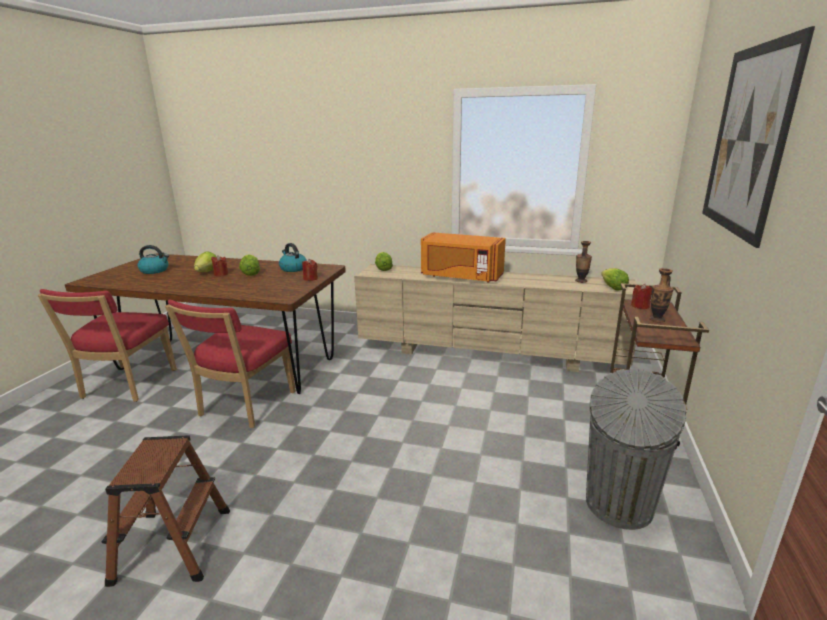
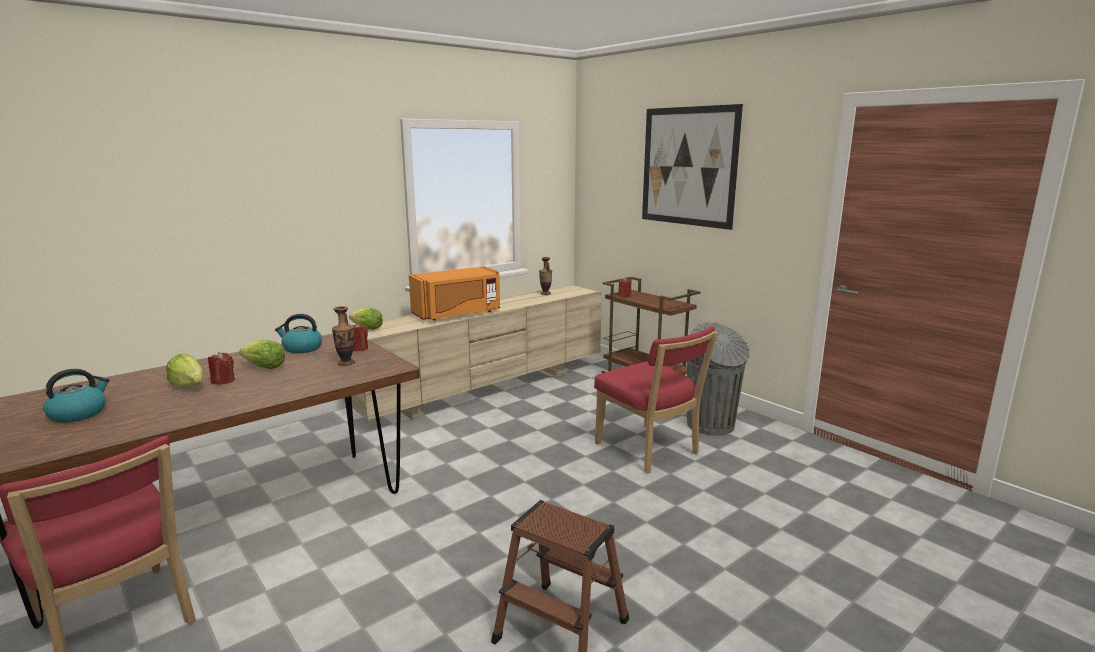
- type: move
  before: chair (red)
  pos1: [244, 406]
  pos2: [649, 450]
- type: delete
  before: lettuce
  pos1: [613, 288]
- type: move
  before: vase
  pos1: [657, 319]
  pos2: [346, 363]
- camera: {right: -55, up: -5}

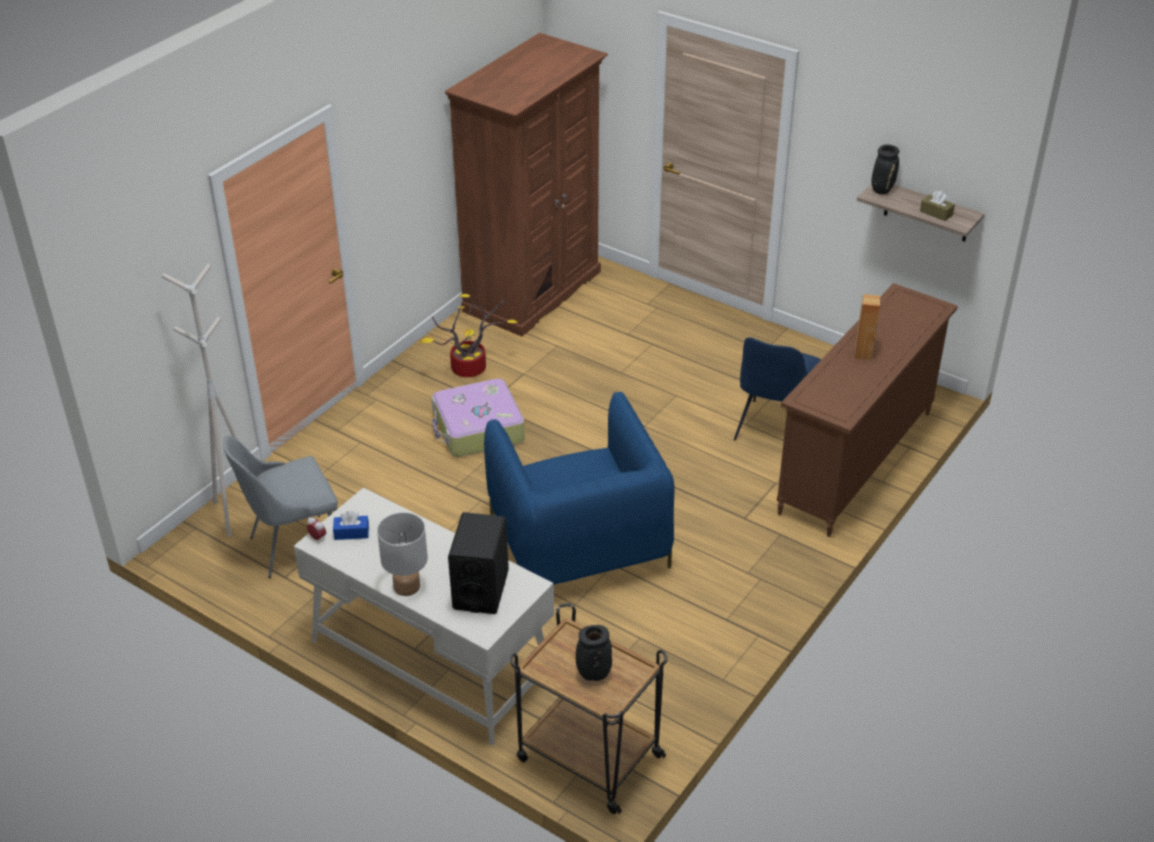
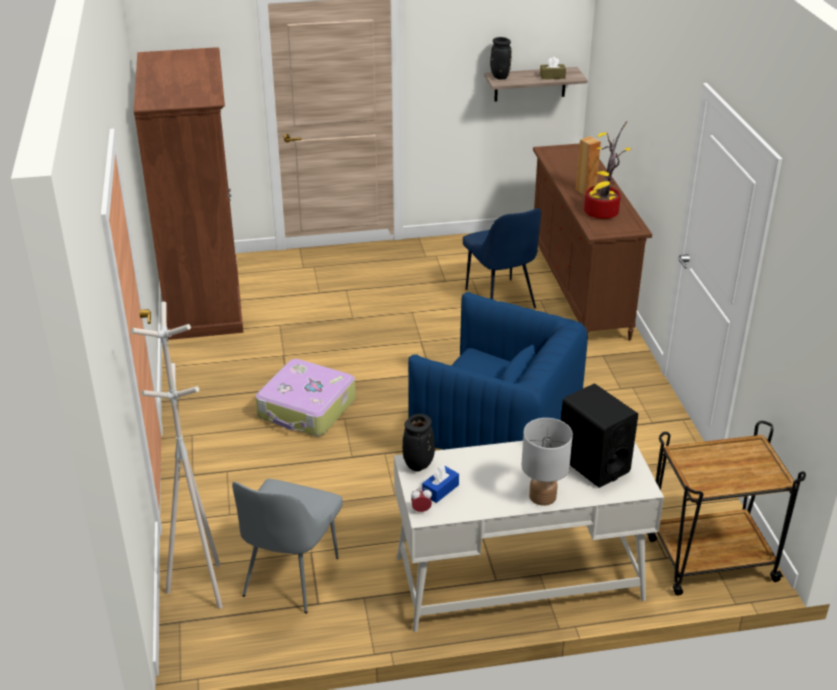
- type: move
  before: potted plant
  pos1: [467, 370]
  pos2: [603, 214]
- type: move
  before: vase (black)
  pos1: [593, 675]
  pos2: [418, 466]
- camera: {right: -45, up: -5}

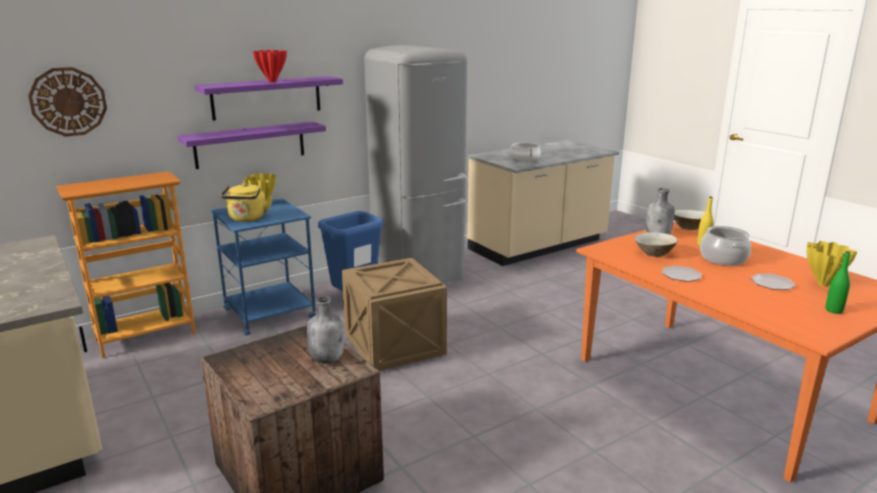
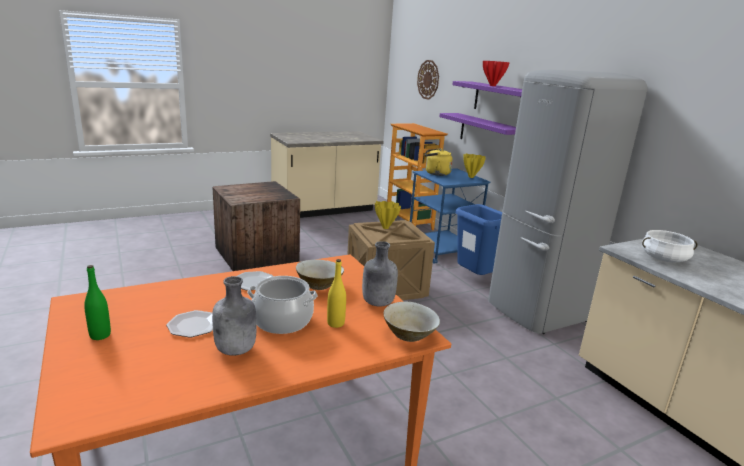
- type: move
  before: bottle (grey)
  pos1: [327, 359]
  pos2: [236, 350]
- type: move
  before: vase (yellow)
  pos1: [823, 284]
  pos2: [386, 228]
- camera: {right: 95, up: 0}

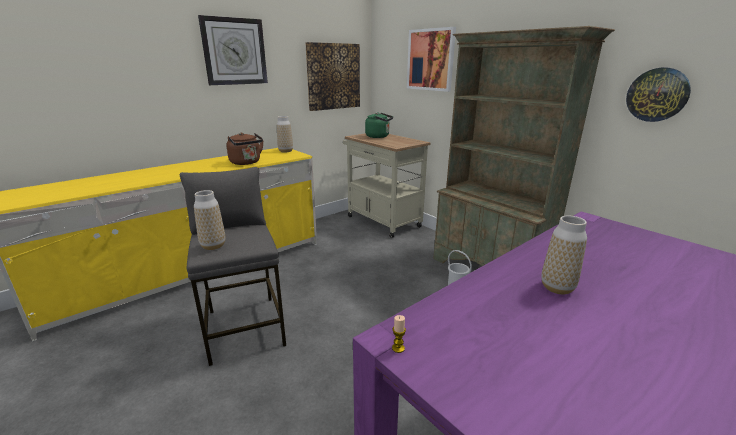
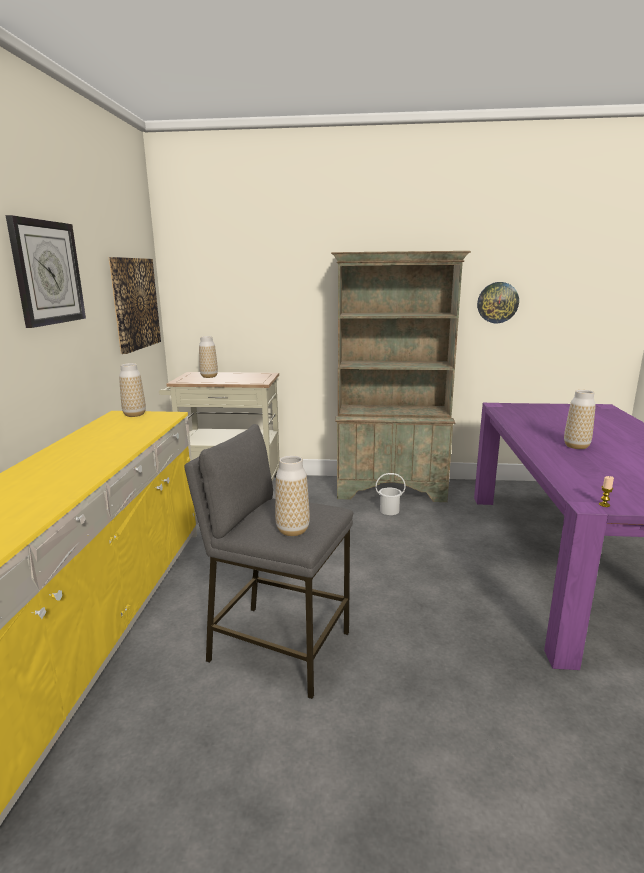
- type: delete
  before: kettle (brown)
  pos1: [246, 163]
- type: replace
  before: kettle (green)
  after: vase
  pos1: [379, 136]
  pos2: [209, 376]
- type: delete
  before: picture
  pos1: [430, 60]
- camera: {right: -45, up: -5}

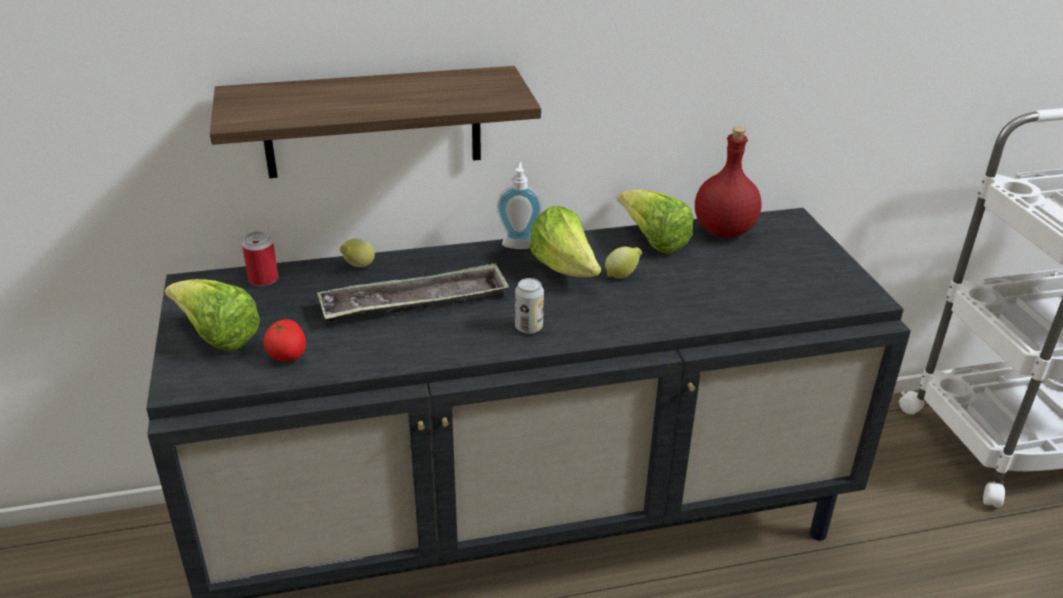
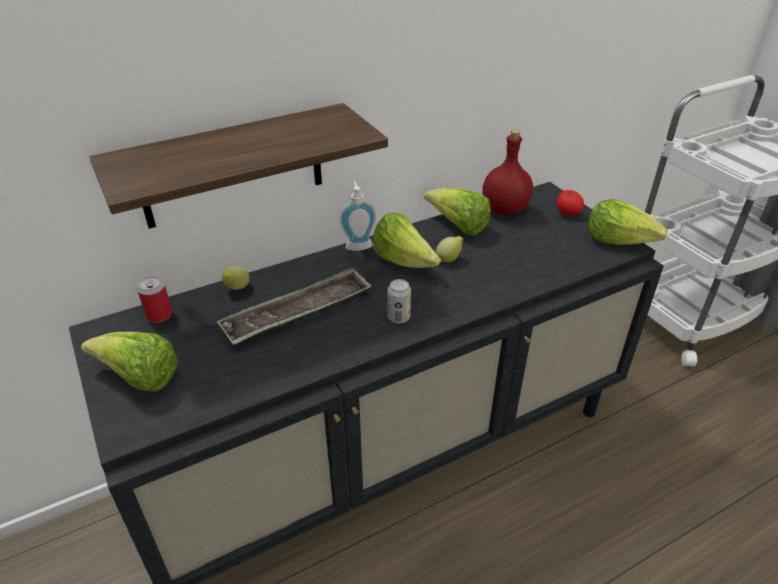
- type: move
  before: tomato
  pos1: [287, 355]
  pos2: [567, 213]
- type: insert
  after: lettuce
  pos2: [619, 240]
- camera: {right: -15, up: 5}

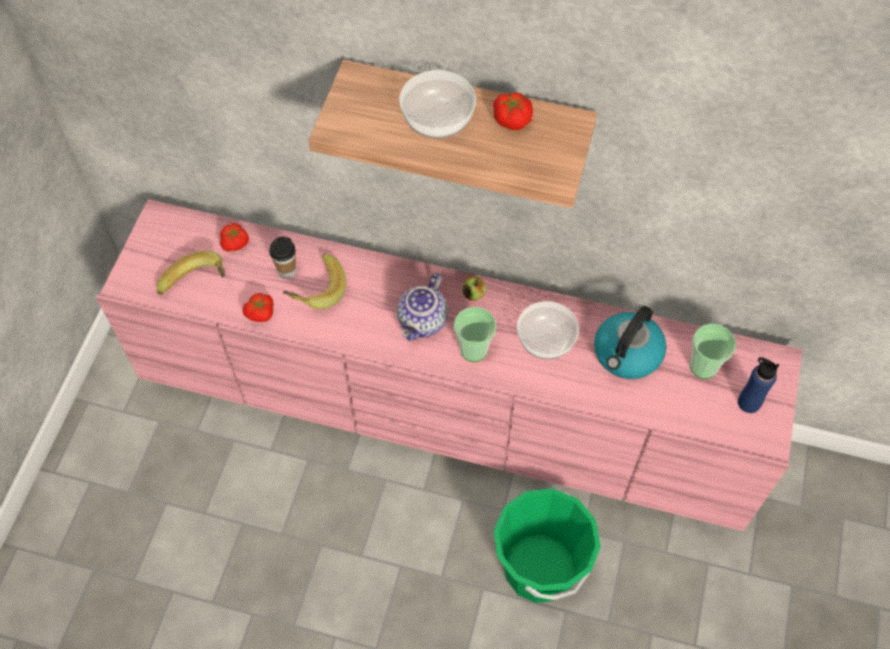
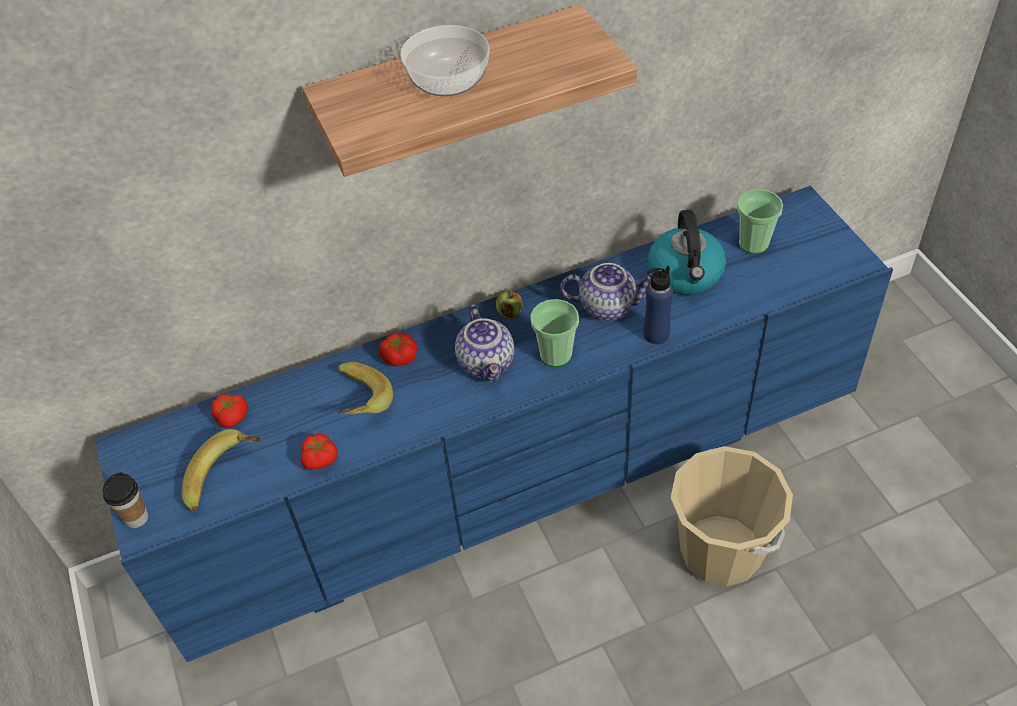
- type: recolor
  before: cabinet (pink)
  after: cabinet (blue)
  pos1: [445, 416]
  pos2: [519, 488]
- type: move
  before: cup
  pos1: [287, 271]
  pos2: [136, 518]
- type: move
  before: tomato
  pos1: [512, 119]
  pos2: [399, 357]
- type: recolor
  before: bucket (green)
  after: bucket (beige)
  pos1: [539, 568]
  pos2: [721, 551]
- type: replace
  before: bowl
  after: teapot
  pos1: [546, 338]
  pos2: [608, 306]
- type: move
  before: bottle (blue)
  pos1: [749, 402]
  pos2: [656, 334]
- camera: {right: -35, up: -10}

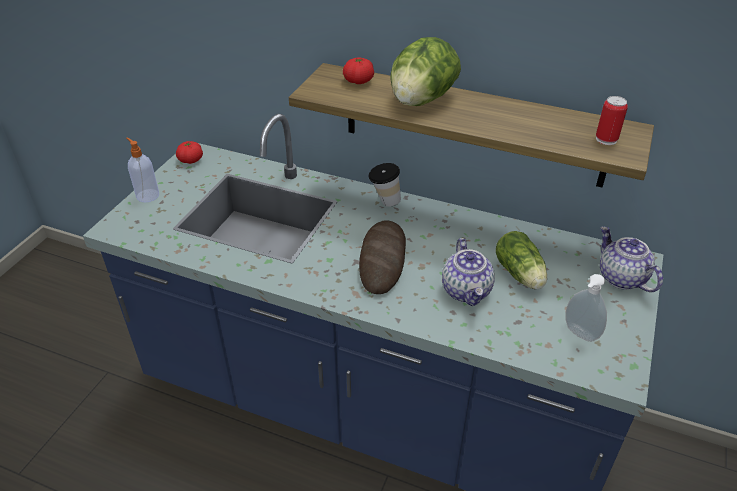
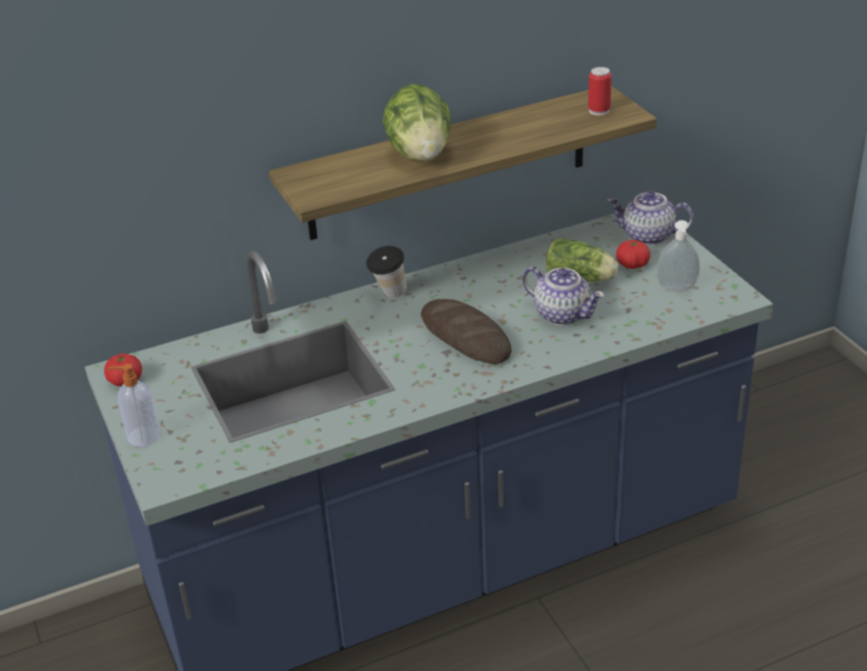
- type: move
  before: tomato
  pos1: [358, 81]
  pos2: [632, 264]
- camera: {right: -45, up: -5}

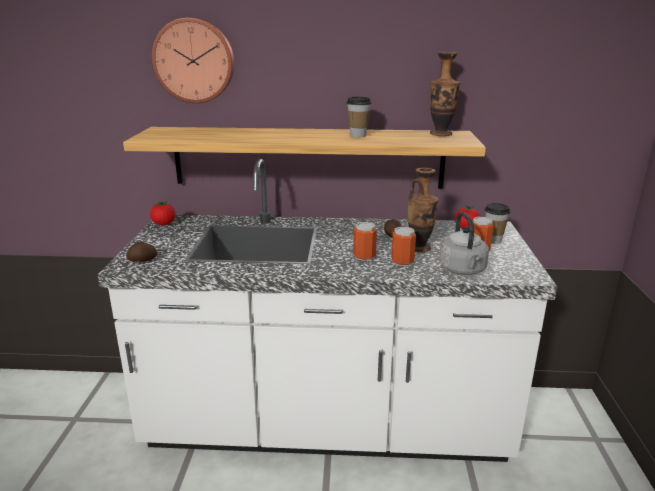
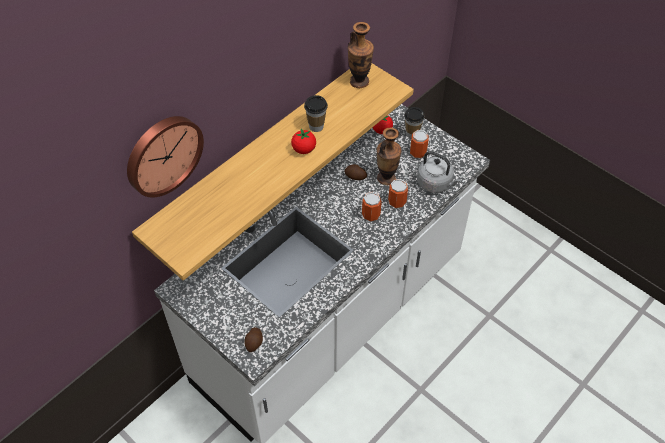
- type: move
  before: tomato
  pos1: [164, 224]
  pos2: [304, 149]
- camera: {right: -50, up: 30}

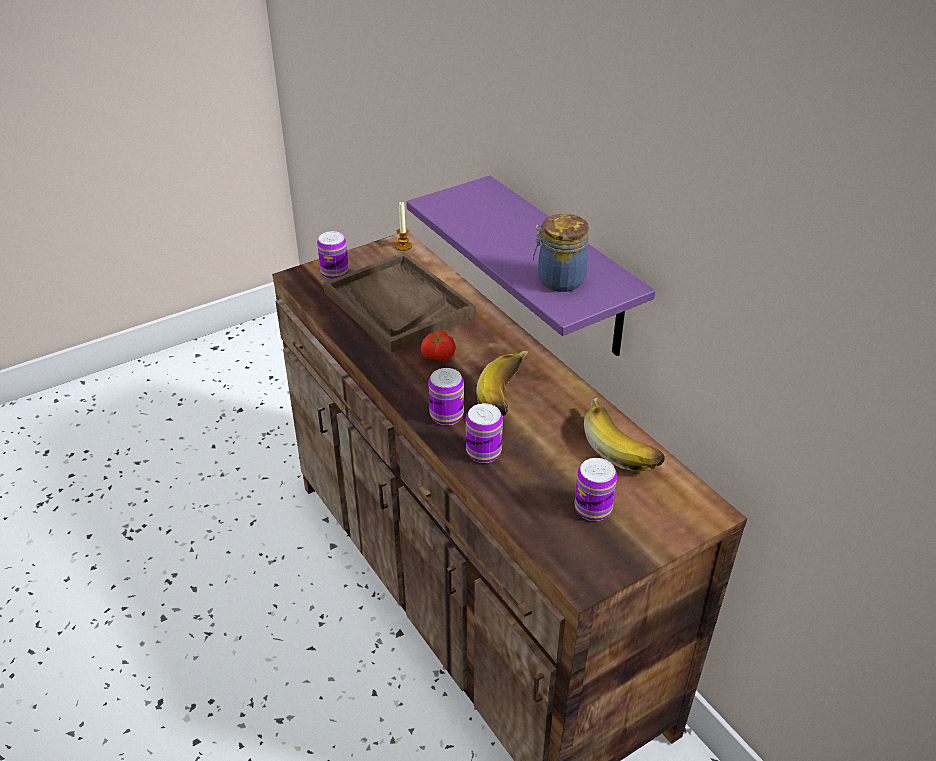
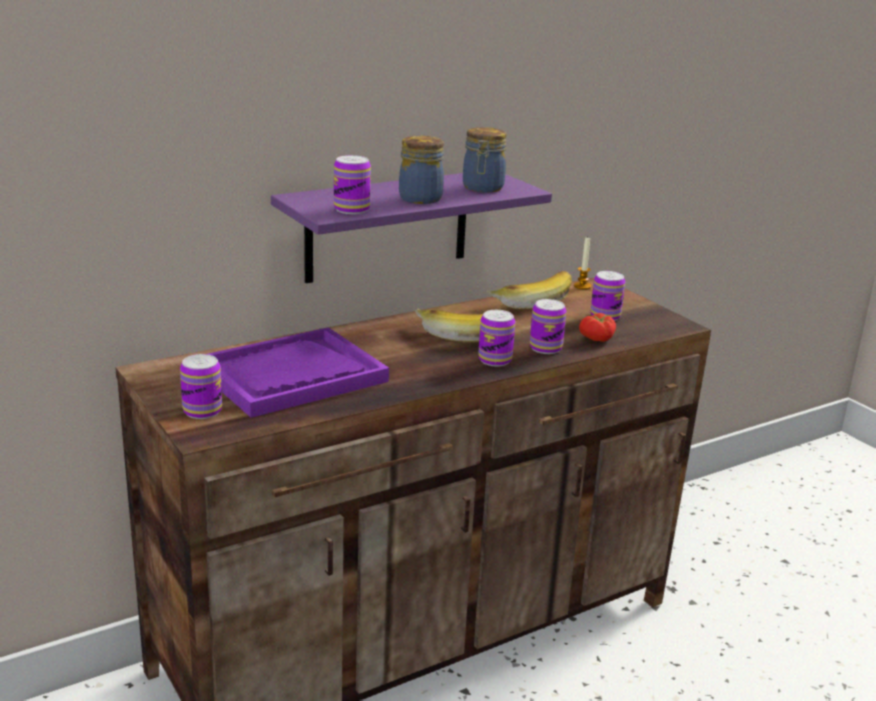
- type: recolor
  before: tray (brown)
  after: tray (purple)
  pos1: [398, 304]
  pos2: [292, 376]
- type: move
  before: candle
  pos1: [403, 246]
  pos2: [582, 286]
- type: move
  before: tomato
  pos1: [438, 356]
  pos2: [597, 339]
- type: insert
  after: can
  pos2: [351, 209]
- type: insert
  after: jar
  pos2: [419, 198]
- camera: {right: -90, up: -15}

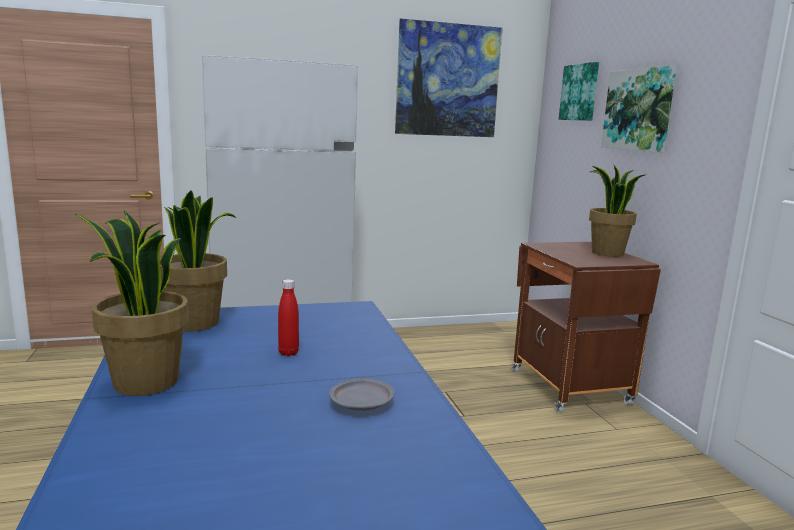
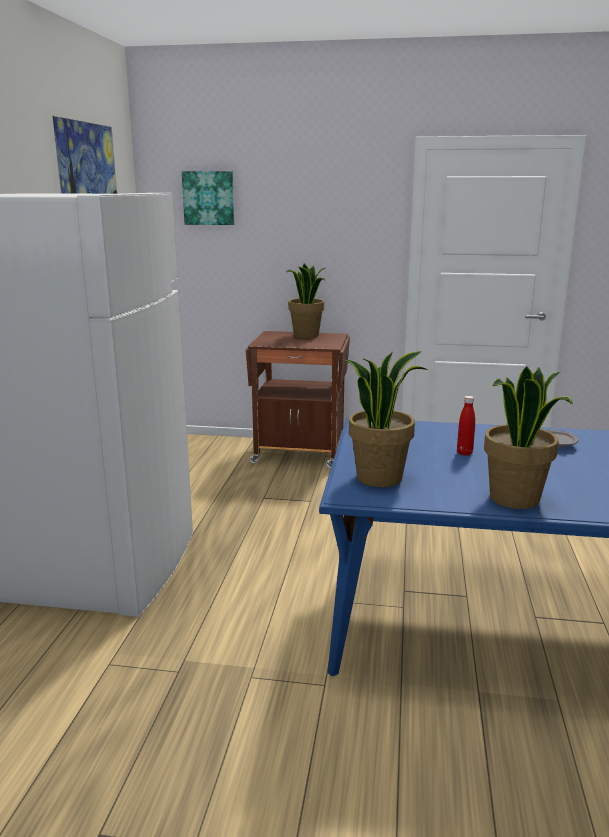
- type: delete
  before: picture
  pos1: [639, 110]
- camera: {right: -65, up: 5}

